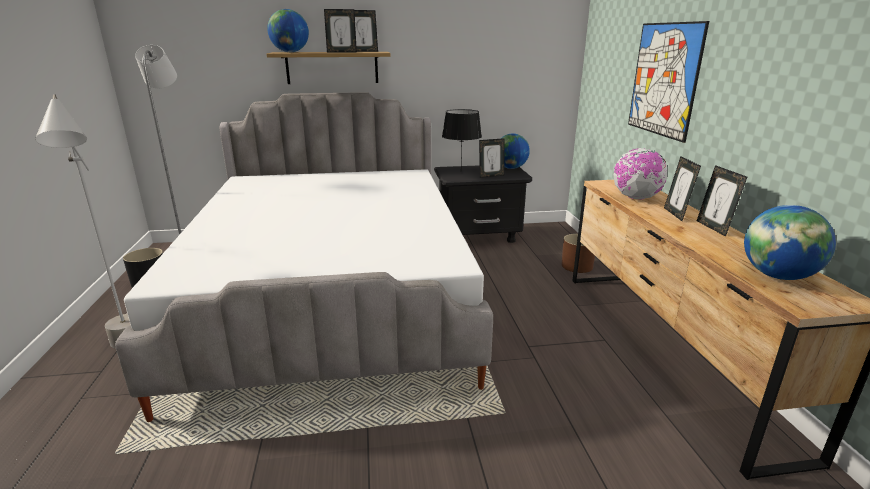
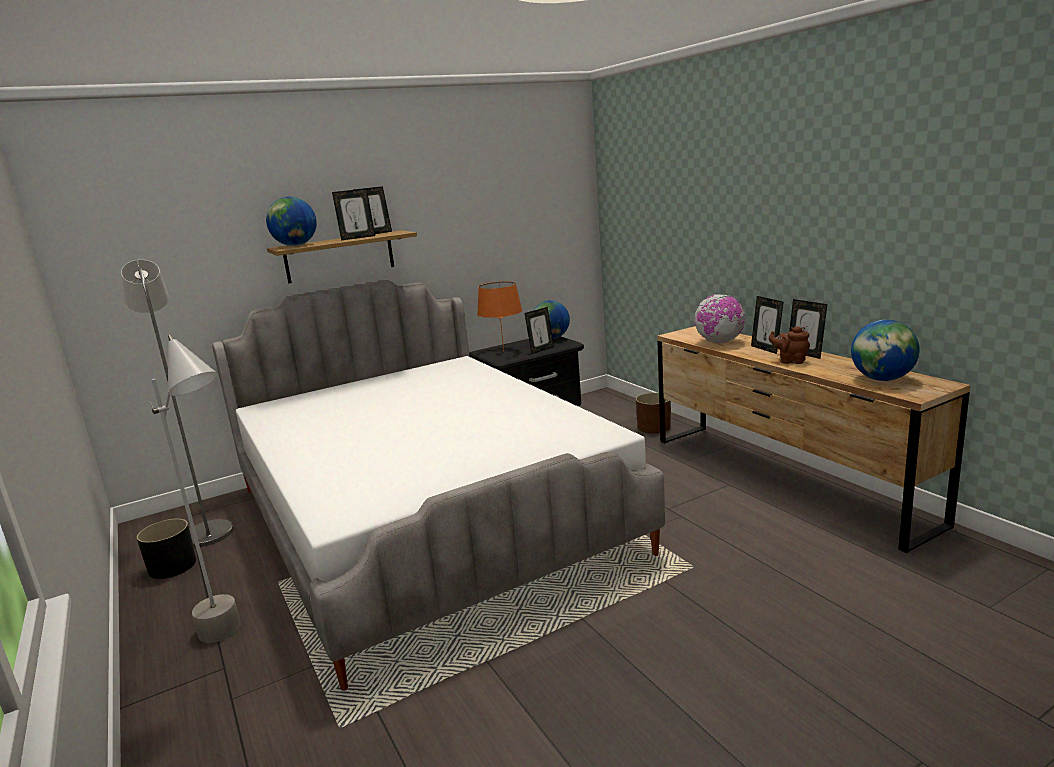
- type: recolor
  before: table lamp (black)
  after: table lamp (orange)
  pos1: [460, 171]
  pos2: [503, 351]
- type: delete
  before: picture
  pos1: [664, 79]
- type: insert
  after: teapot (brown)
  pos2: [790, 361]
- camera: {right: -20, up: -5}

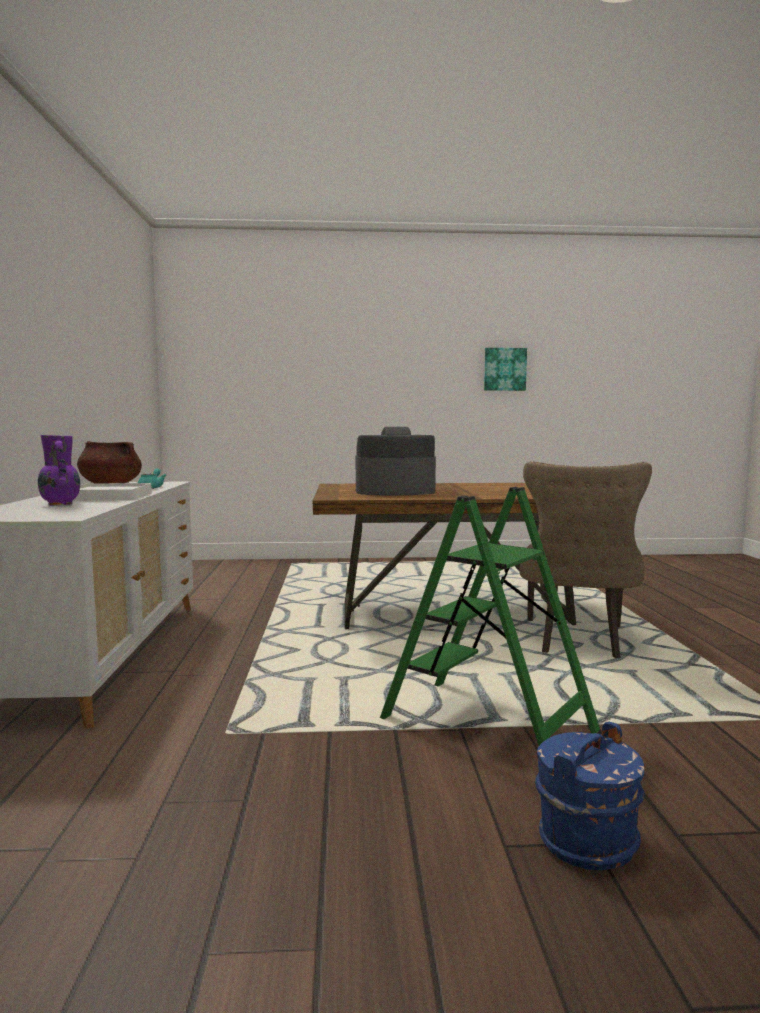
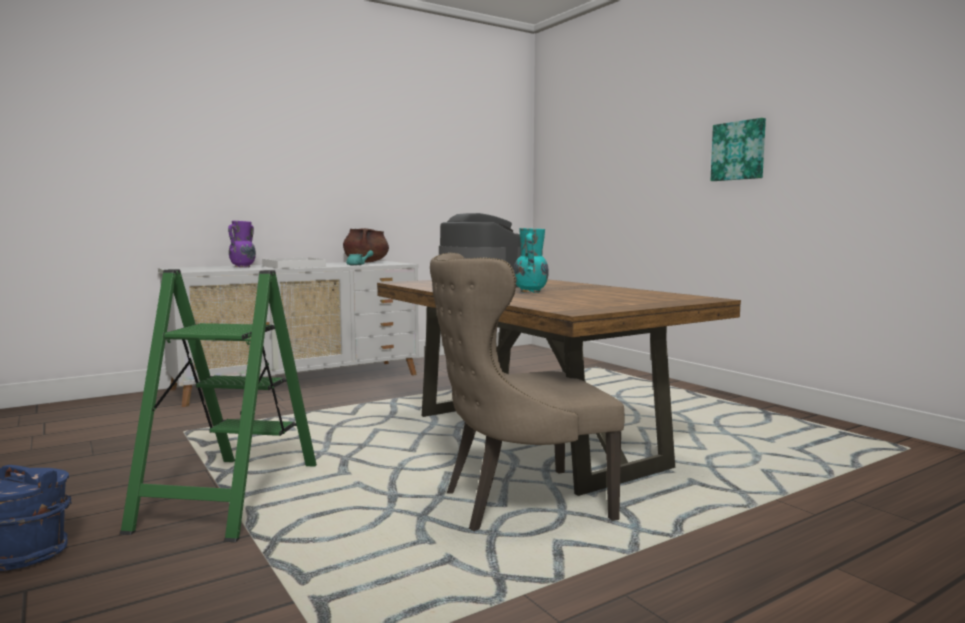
- type: move
  before: picture
  pos1: [504, 369]
  pos2: [739, 151]
- type: insert
  after: vase (turquoise)
  pos2: [531, 292]
- camera: {right: 60, up: 0}

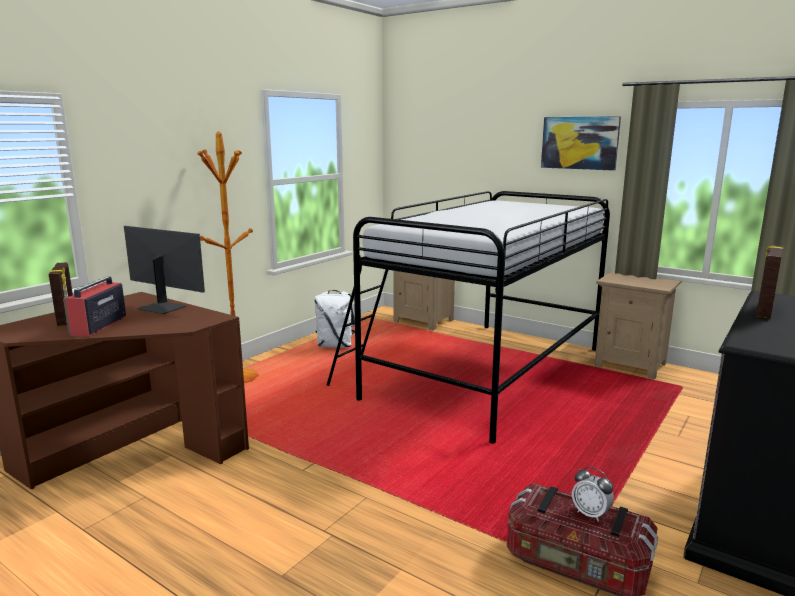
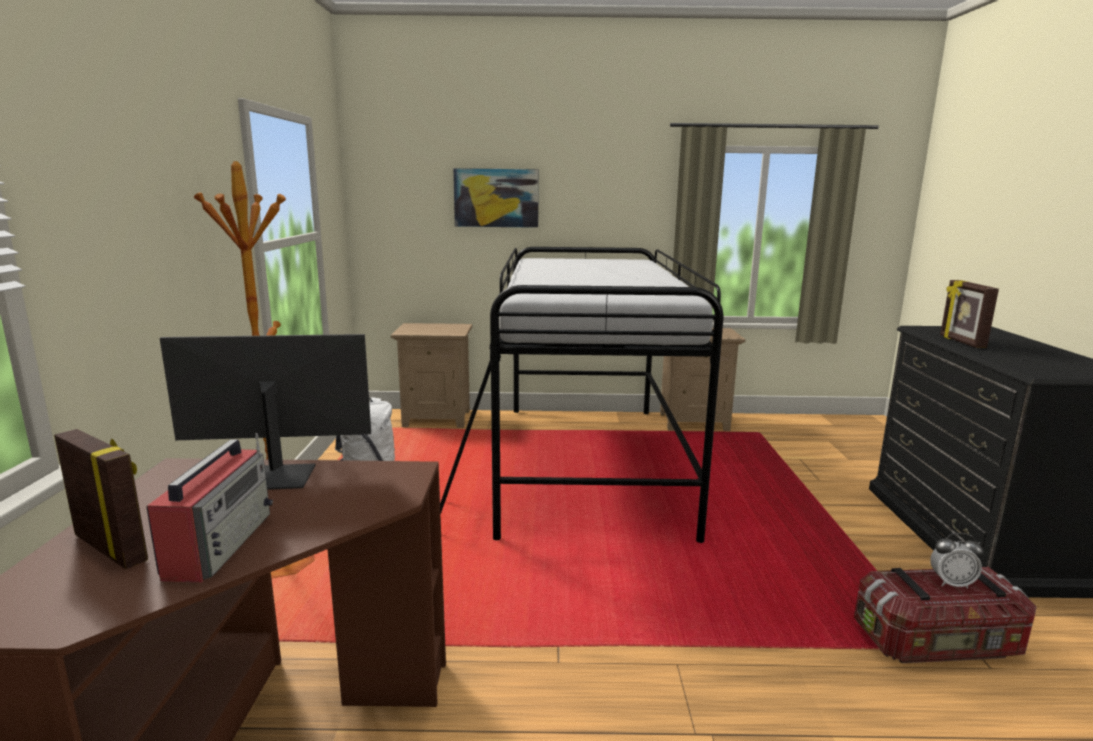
- type: rotate
  before: radio
  pos1: [98, 326]
  pos2: [220, 543]
  turn: -150
- type: move
  before: picture
  pos1: [579, 143]
  pos2: [496, 198]
- camera: {right: -35, up: 0}

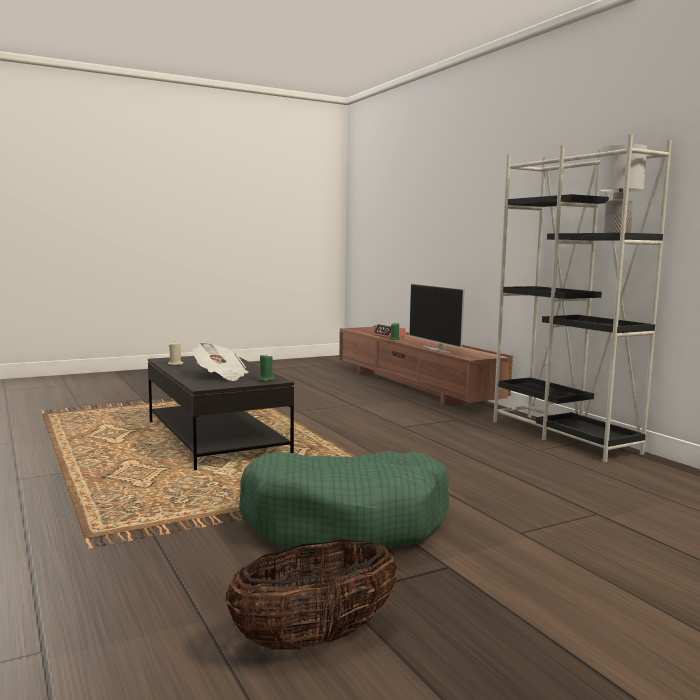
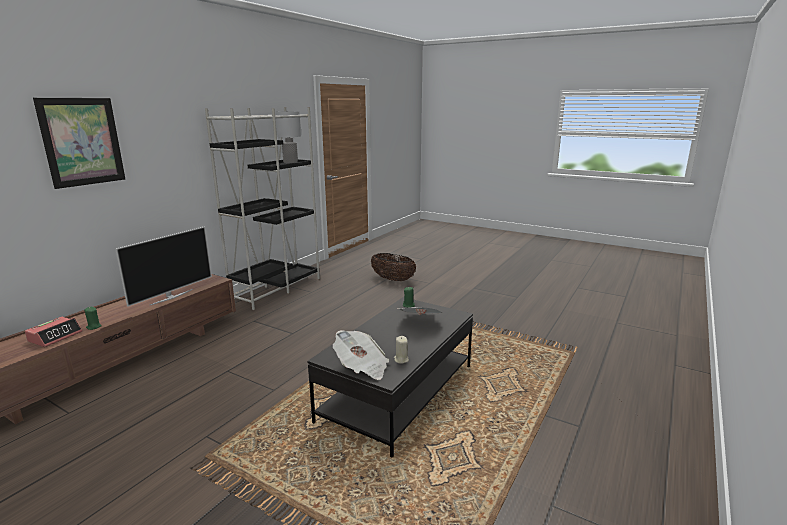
- type: move
  before: basket
  pos1: [314, 638]
  pos2: [393, 279]
- type: delete
  before: dog bed (green)
  pos1: [346, 523]
- type: insert
  after: picture
  pos2: [82, 142]
- type: insert
  after: newspaper
  pos2: [362, 367]
- camera: {right: -120, up: 10}

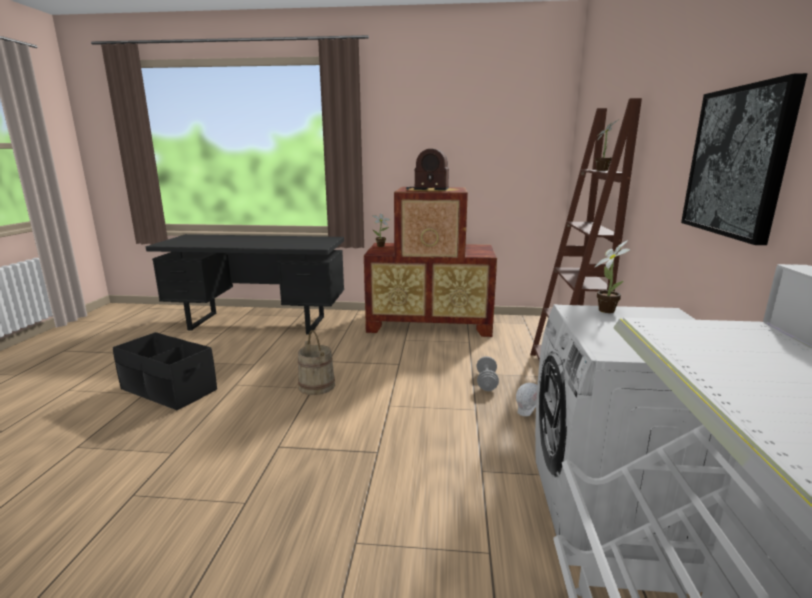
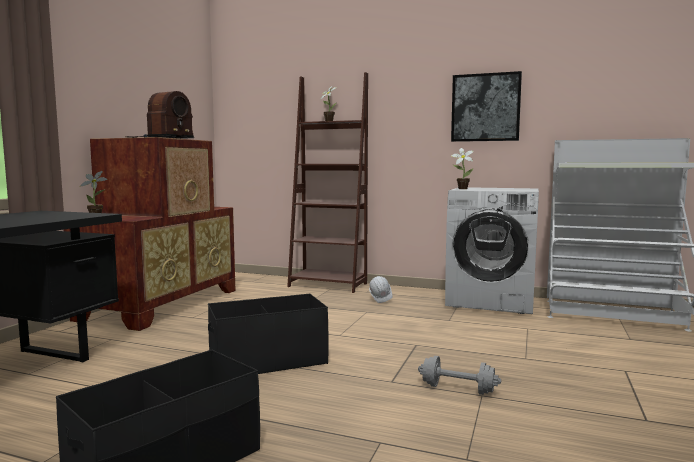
- type: replace
  before: bucket (beige)
  after: storage box (black)
  pos1: [316, 386]
  pos2: [268, 361]
- type: move
  before: dumbbell (grey)
  pos1: [486, 382]
  pos2: [458, 389]
- camera: {right: -75, up: -10}

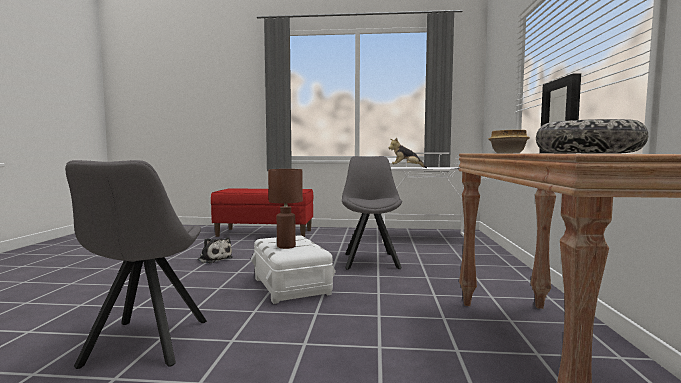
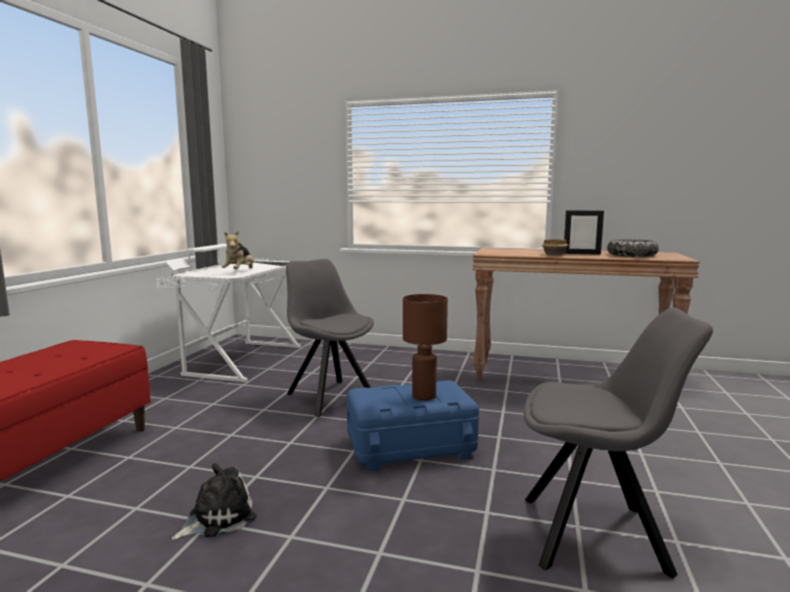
- type: recolor
  before: storage box (white)
  after: storage box (blue)
  pos1: [291, 286]
  pos2: [410, 446]
- type: rotate
  before: chair (grey)
  pos1: [370, 261]
  pos2: [330, 397]
  turn: 45
- camera: {right: -80, up: 5}

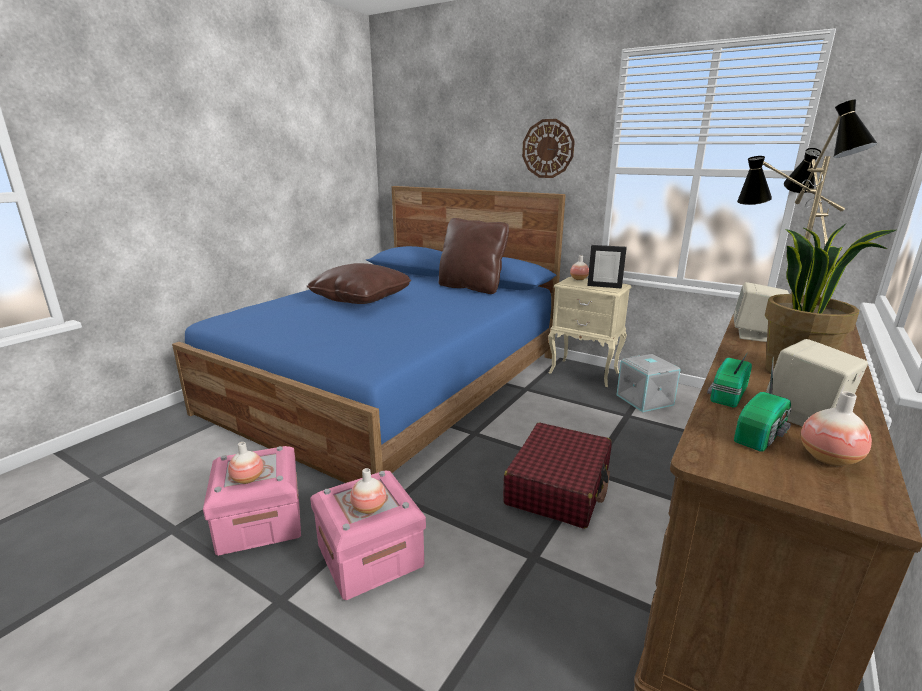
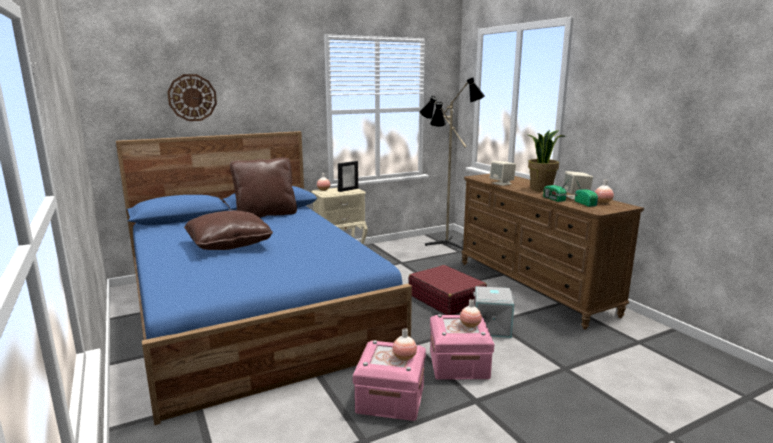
- type: move
  before: wall clock
  pos1: [548, 149]
  pos2: [192, 97]
- type: move
  before: storage box (grey)
  pos1: [645, 400]
  pos2: [492, 327]
- camera: {right: -60, up: -5}

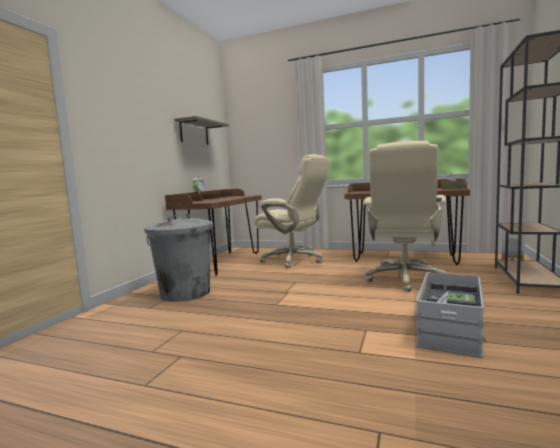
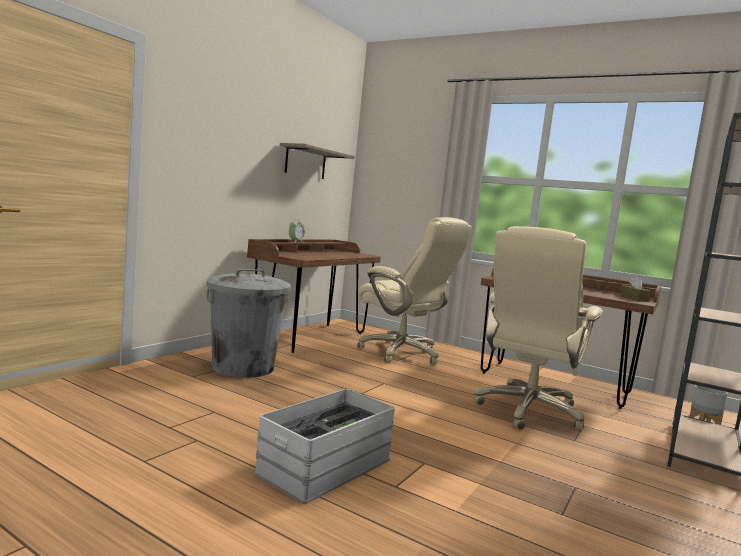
- type: move
  before: storage box (grey)
  pos1: [451, 330]
  pos2: [326, 466]
- camera: {right: 10, up: 0}

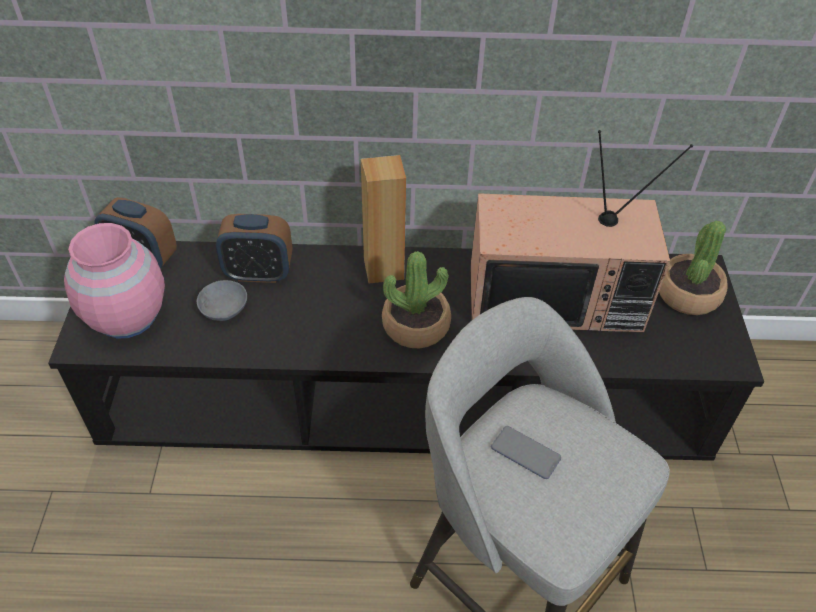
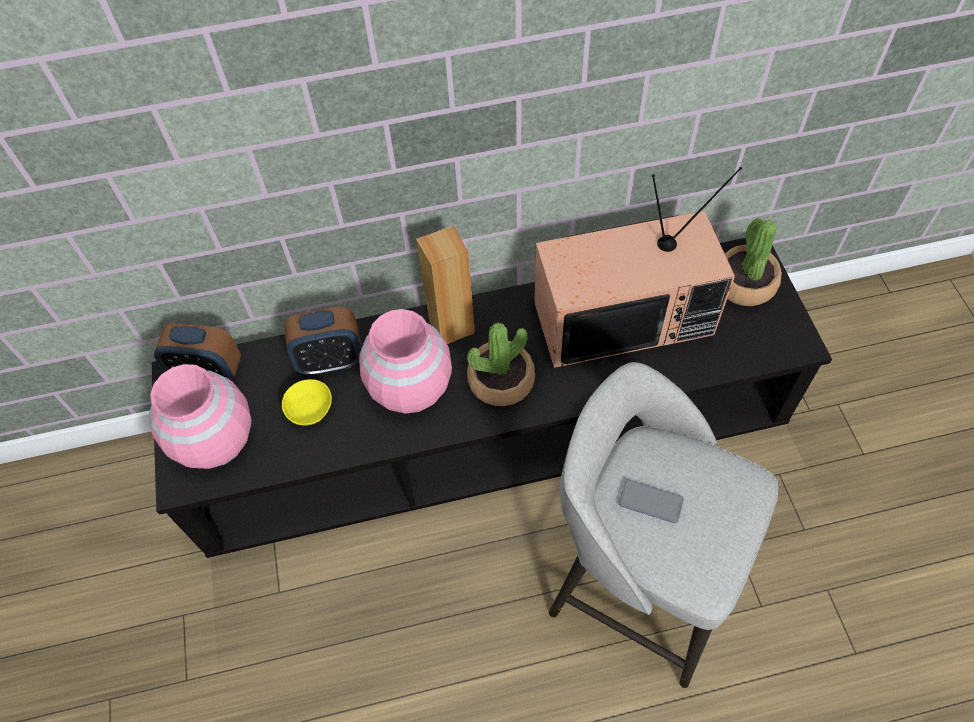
- type: recolor
  before: bowl (grey)
  after: bowl (yellow)
  pos1: [225, 310]
  pos2: [311, 409]
- type: insert
  after: vase (pink)
  pos2: [410, 389]
- camera: {right: -10, up: 10}

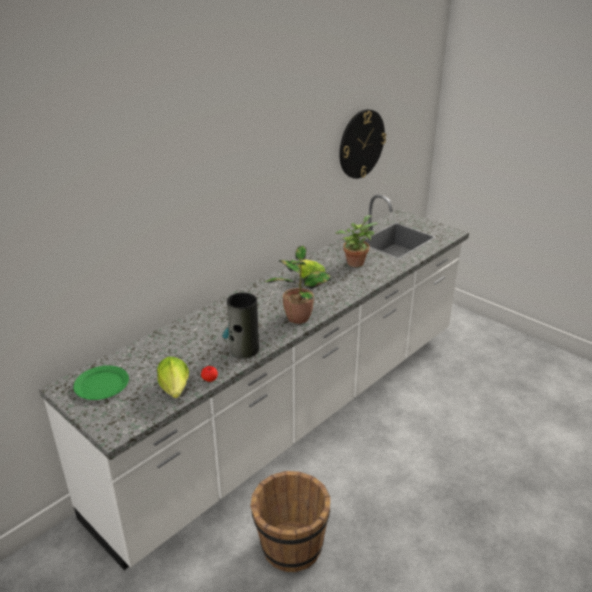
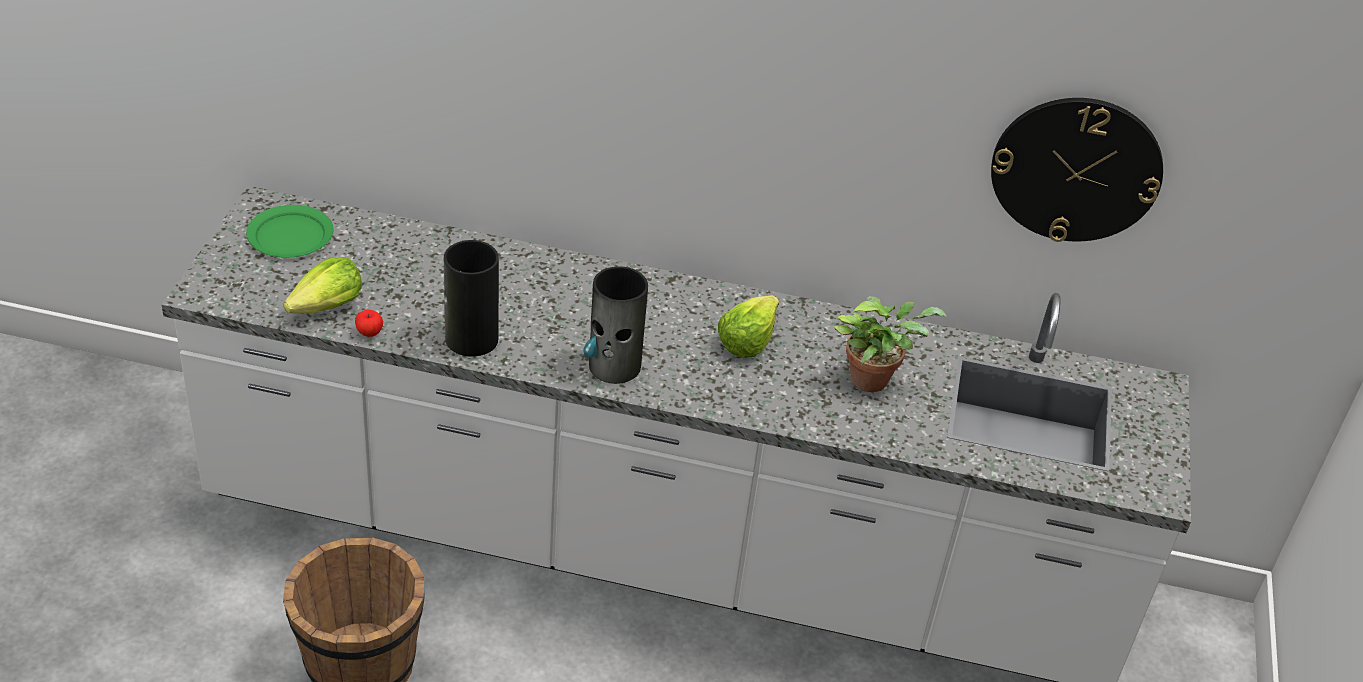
- type: replace
  before: potted plant
  after: vase
  pos1: [298, 316]
  pos2: [614, 366]
- camera: {right: 55, up: 10}

